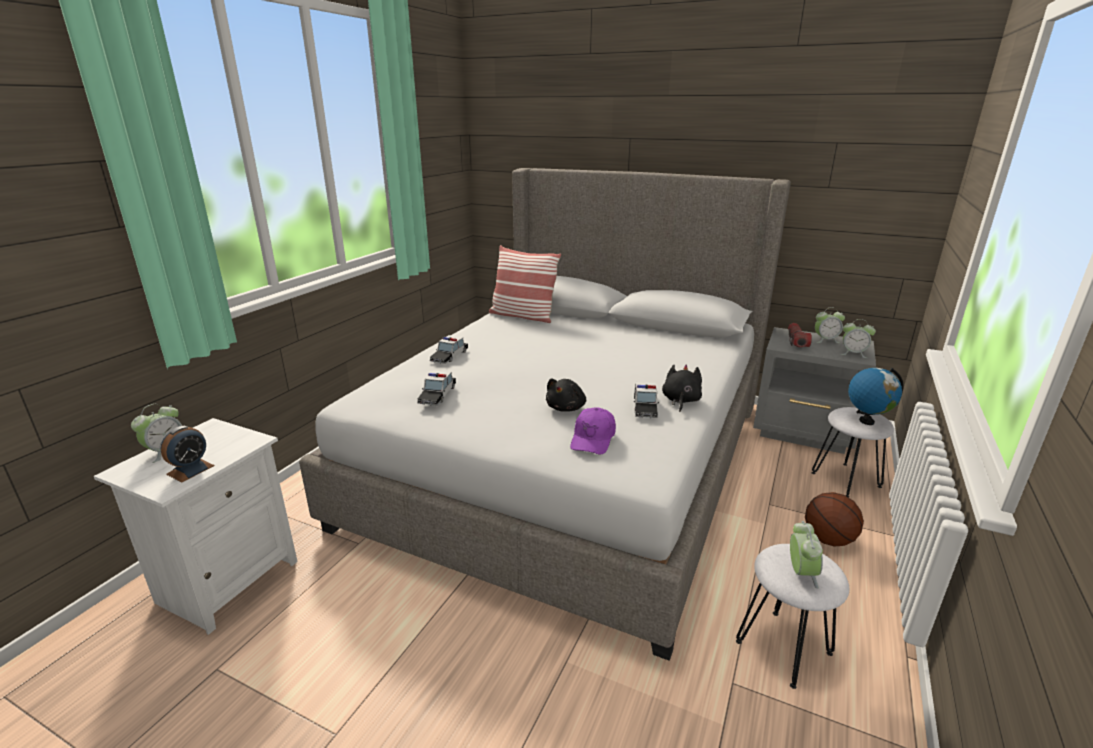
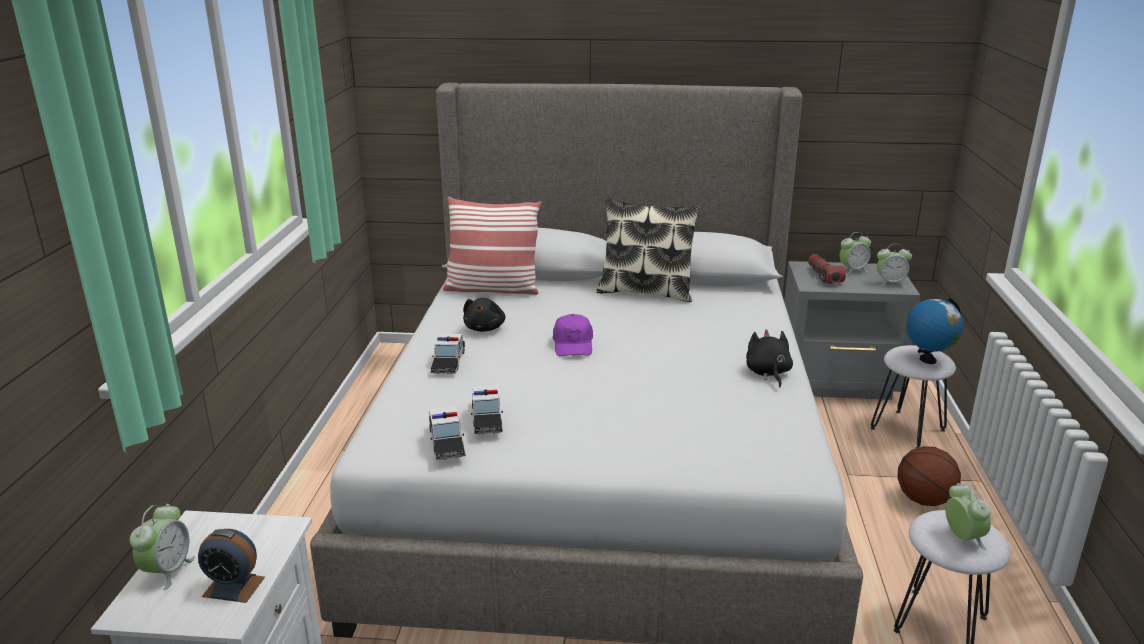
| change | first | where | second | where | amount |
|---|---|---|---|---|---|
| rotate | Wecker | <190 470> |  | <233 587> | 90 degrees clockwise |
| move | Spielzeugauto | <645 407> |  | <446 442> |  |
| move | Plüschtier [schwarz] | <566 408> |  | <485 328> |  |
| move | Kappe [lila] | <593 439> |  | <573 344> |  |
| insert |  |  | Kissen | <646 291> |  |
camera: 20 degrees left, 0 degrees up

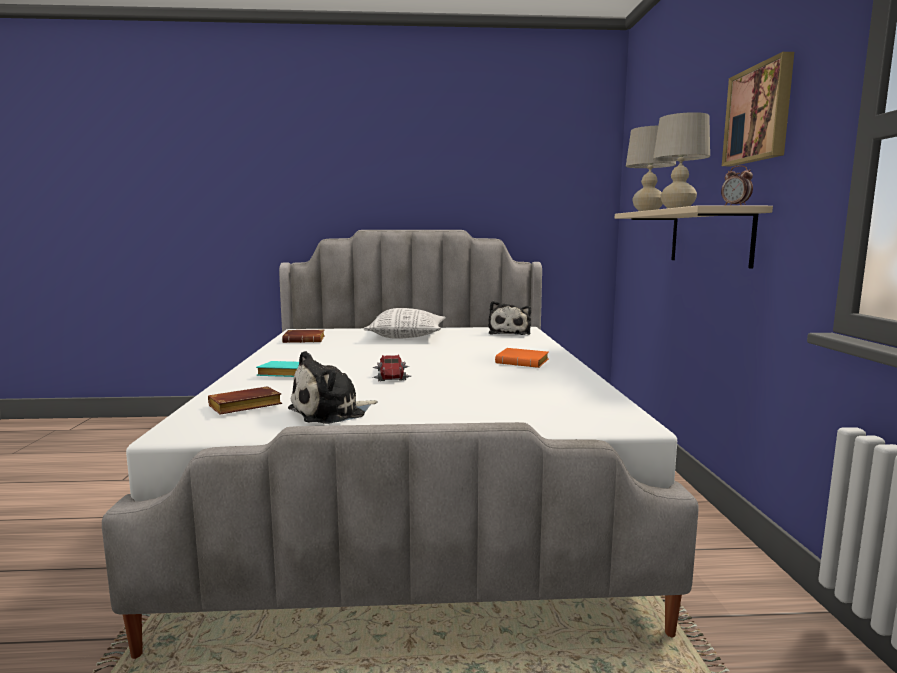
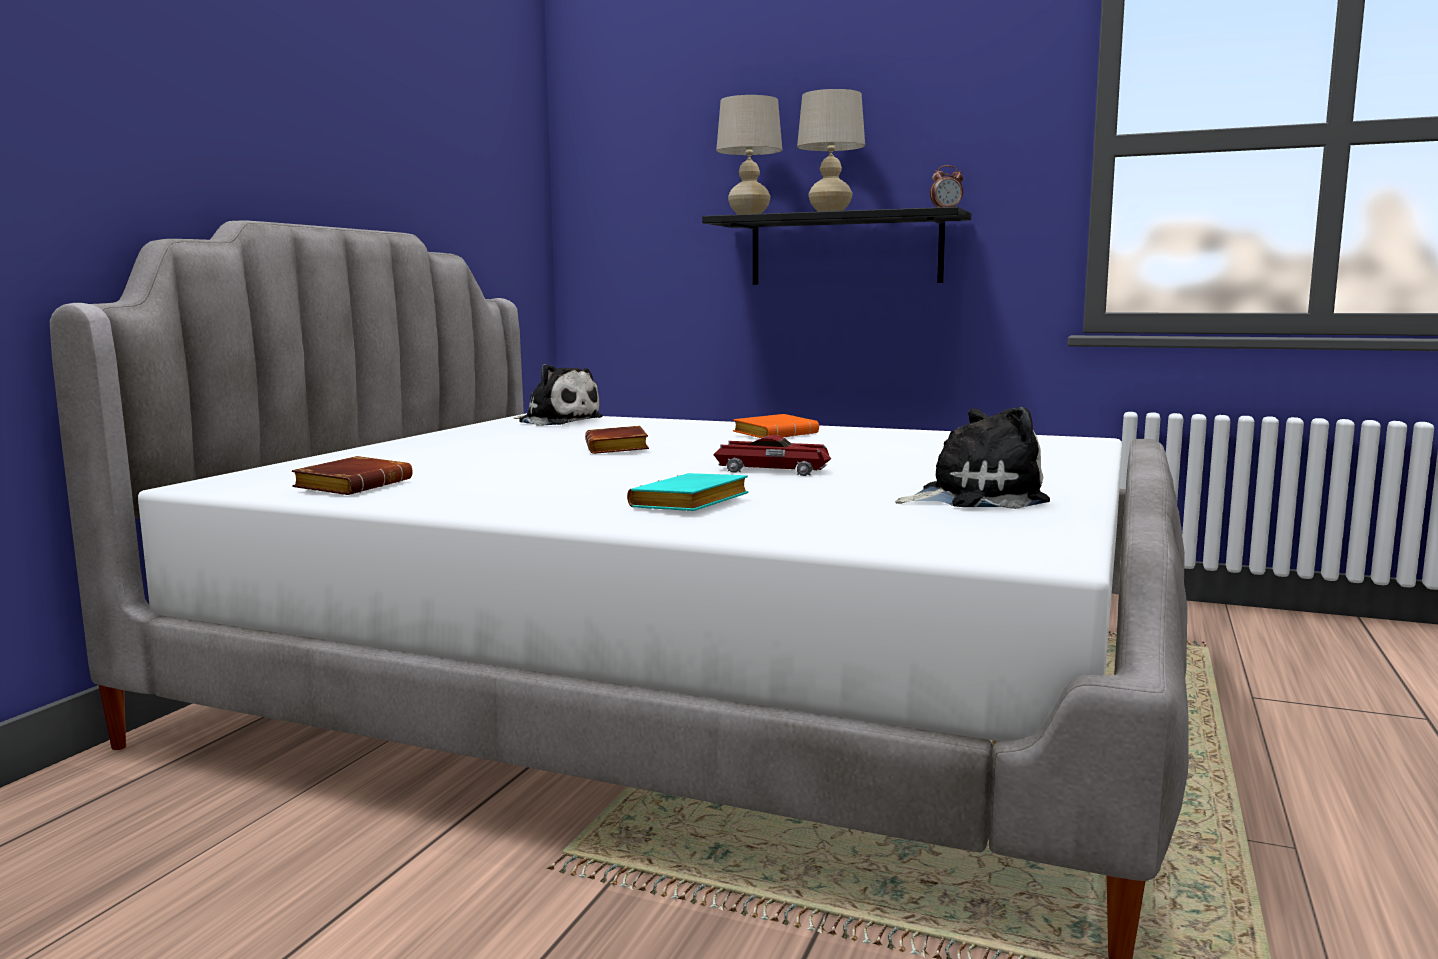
| change | first | where | second | where | amount |
|---|---|---|---|---|---|
| move | Buch [braun] | <243 407> |  | <619 449> |  |
| recolor | Wandregal [beige] | <709 237> | Wandregal [schwarz] | <845 250> |  |
| rotate | Plüschtier | <332 412> |  | <974 497> | 90 degrees counterclockwise |
| delete | Kissen | <406 336> |  |  |  |
| delete | Bild | <760 114> |  |  |  |
camera: 65 degrees left, 0 degrees up

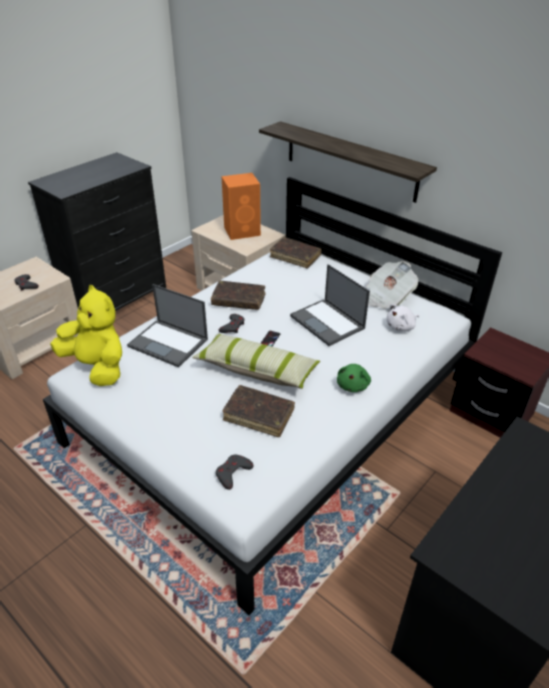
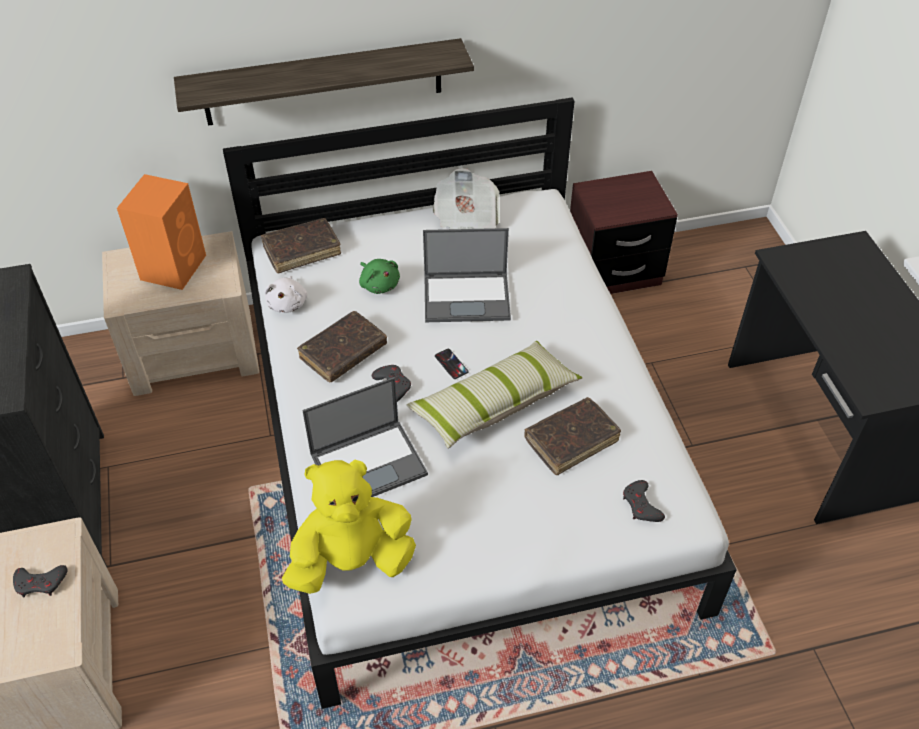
| change | first | where | second | where | amount |
|---|---|---|---|---|---|
| move | Plüschtier [weiß] | <401 327> |  | <288 303> |  |
| move | Plüschtier [grün] | <353 385> |  | <379 284> |  |
camera: 55 degrees left, 10 degrees up

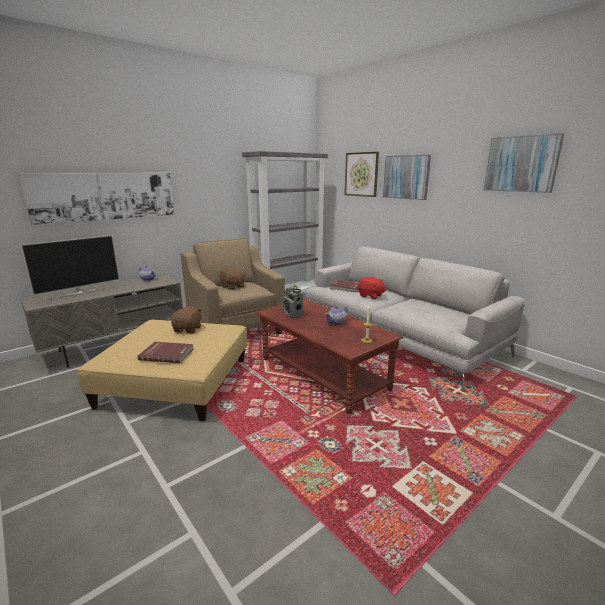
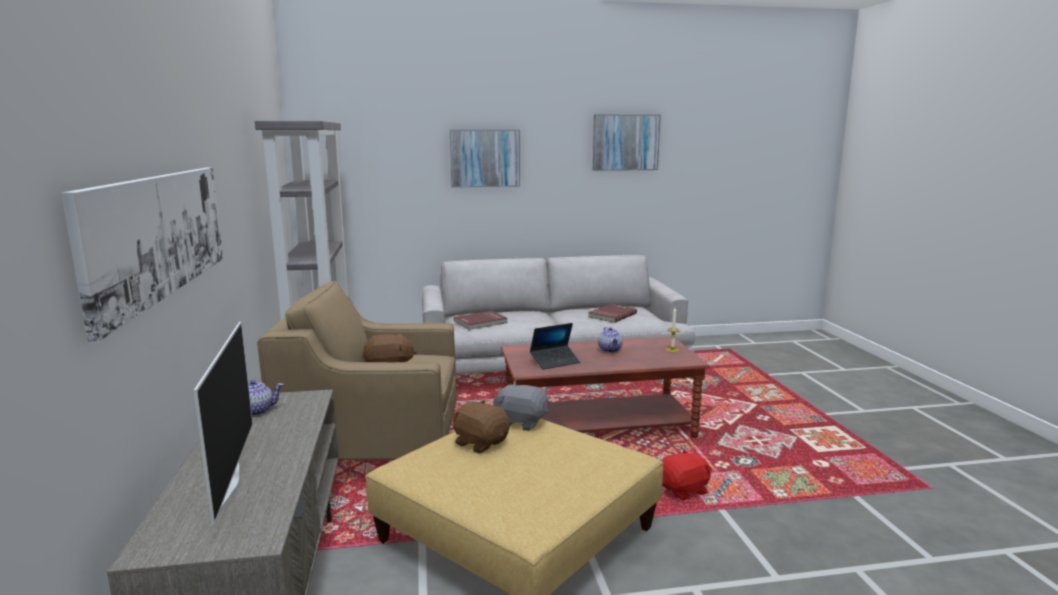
| change | first | where | second | where | amount |
|---|---|---|---|---|---|
| insert |  |  | Plüschtier [grau] | <521 422> |  |
| replace | Radio | <292 314> | Laptop | <555 362> |  |
| move | Buch [rot] | <167 354> |  | <611 315> |  |
| move | Plüschtier [rot] | <371 296> |  | <684 490> |  |
| delete | Bild | <361 174> |  |  |  |
camera: 60 degrees left, 5 degrees down

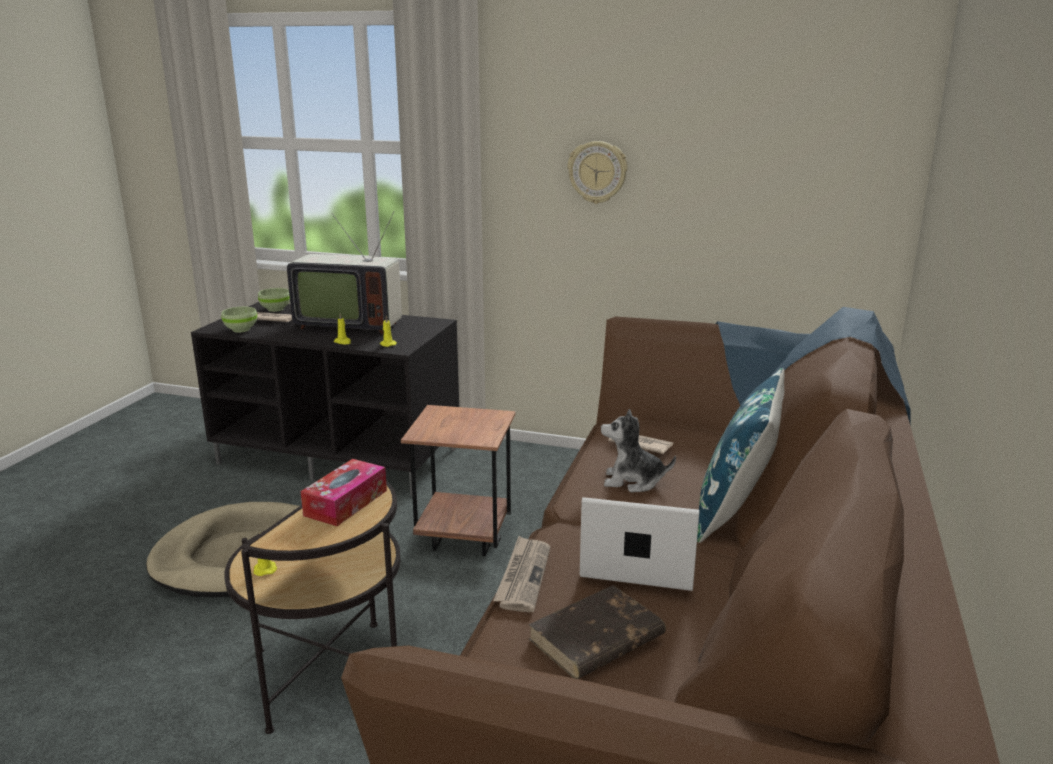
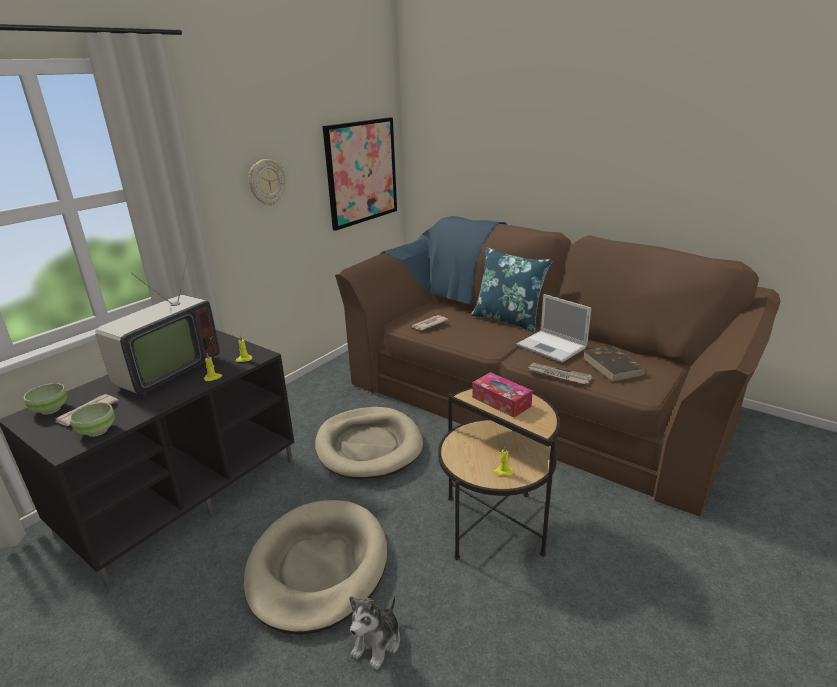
| change | first | where | second | where | amount |
|---|---|---|---|---|---|
| replace | Beistelltisch [braun] | <465 537> | Hundebett [beige] | <369 446> |  |
| insert |  |  | Bild | <361 172> |  |
| move | Plüschtier | <632 481> |  | <377 642> |  |
| rotate | Laptop | <636 562> |  | <552 347> | 75 degrees counterclockwise |
camera: 70 degrees left, 5 degrees up

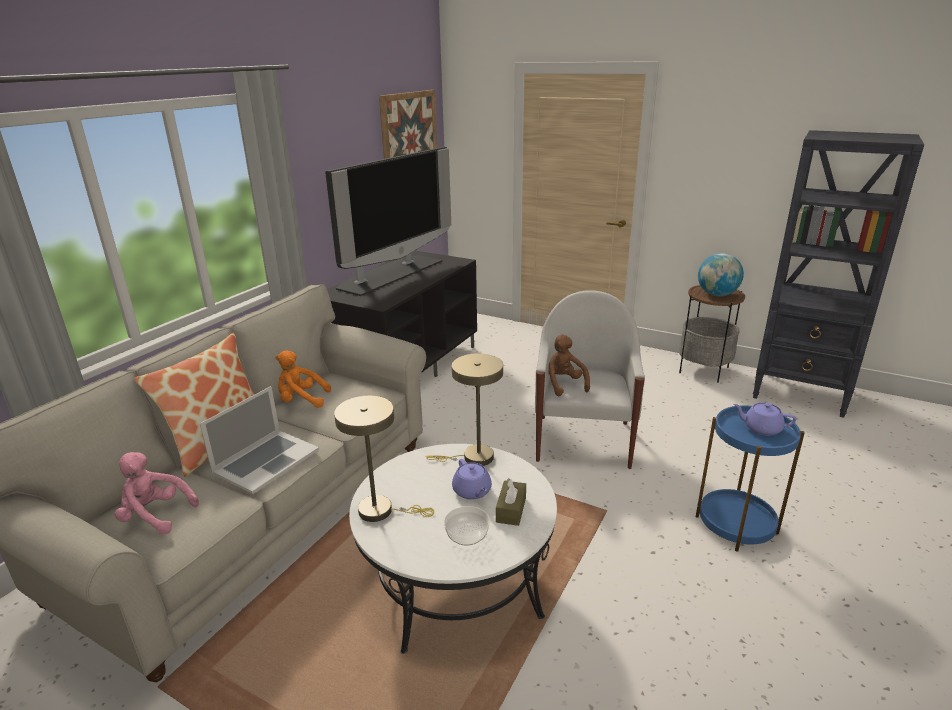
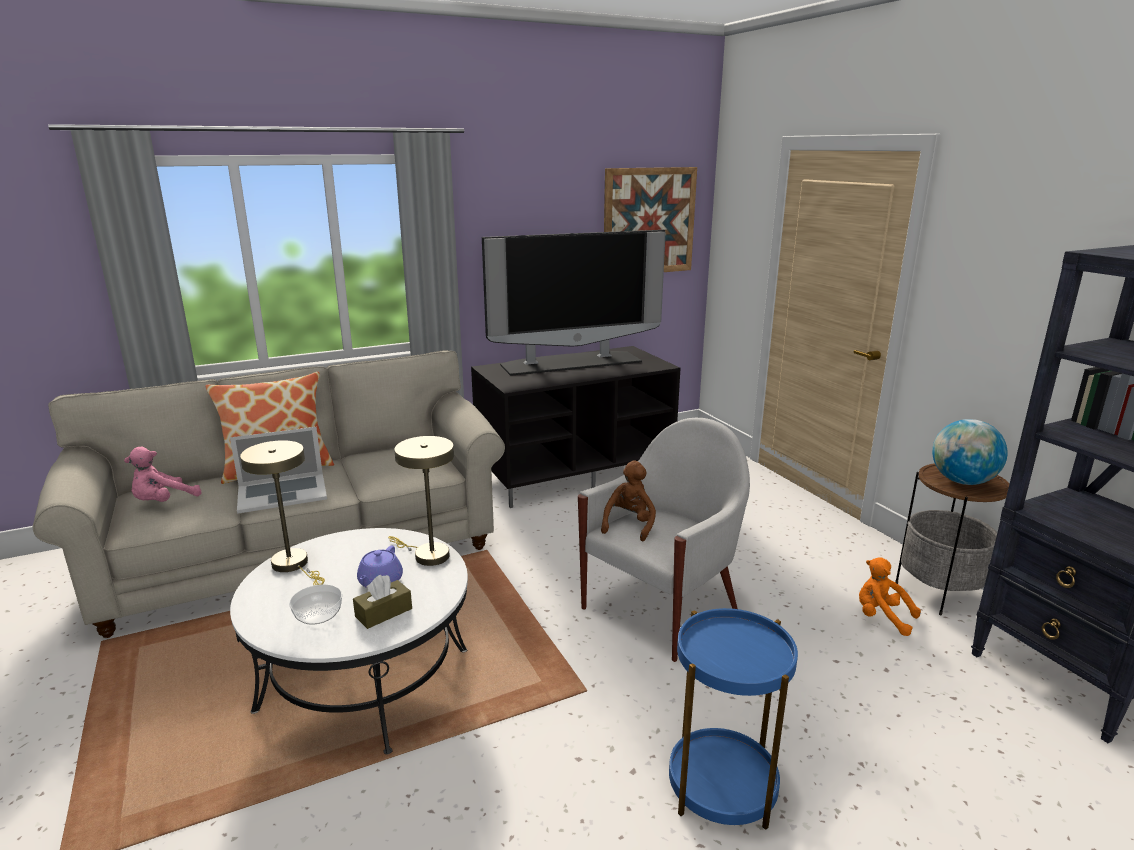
| change | first | where | second | where | amount |
|---|---|---|---|---|---|
| rotate | Plüschtier [rosa] | <155 516> |  | <163 502> | 105 degrees counterclockwise |
| move | Plüschtier [orange] | <301 400> |  | <881 617> |  |
| delete | Teekanne [lila] | <761 428> |  |  |  |
camera: 35 degrees right, 5 degrees down

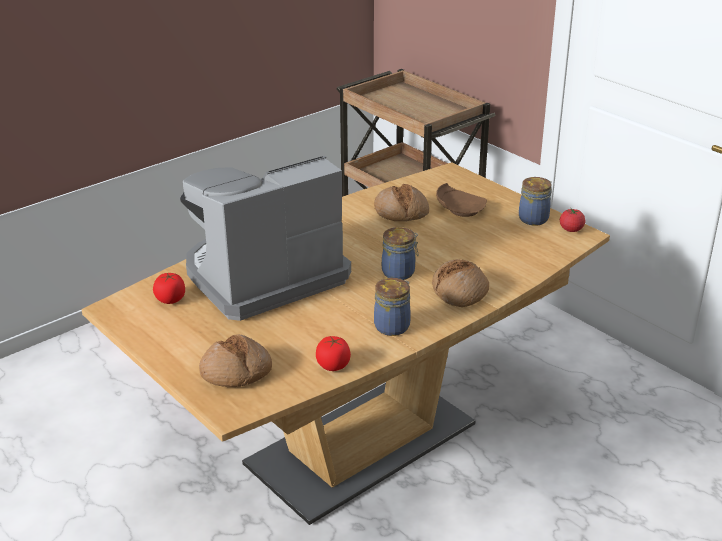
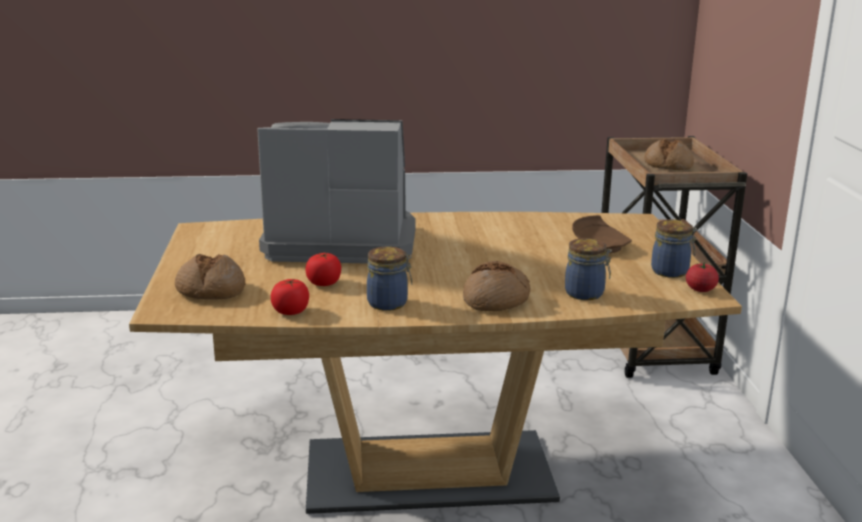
| change | first | where | second | where | amount |
|---|---|---|---|---|---|
| move | Tomate | <170 299> |  | <324 283> |  |
| move | Vorratsglas | <400 272> |  | <586 294> |  |
| move | Brot | <401 212> |  | <668 164> |  |
camera: 35 degrees right, 10 degrees down

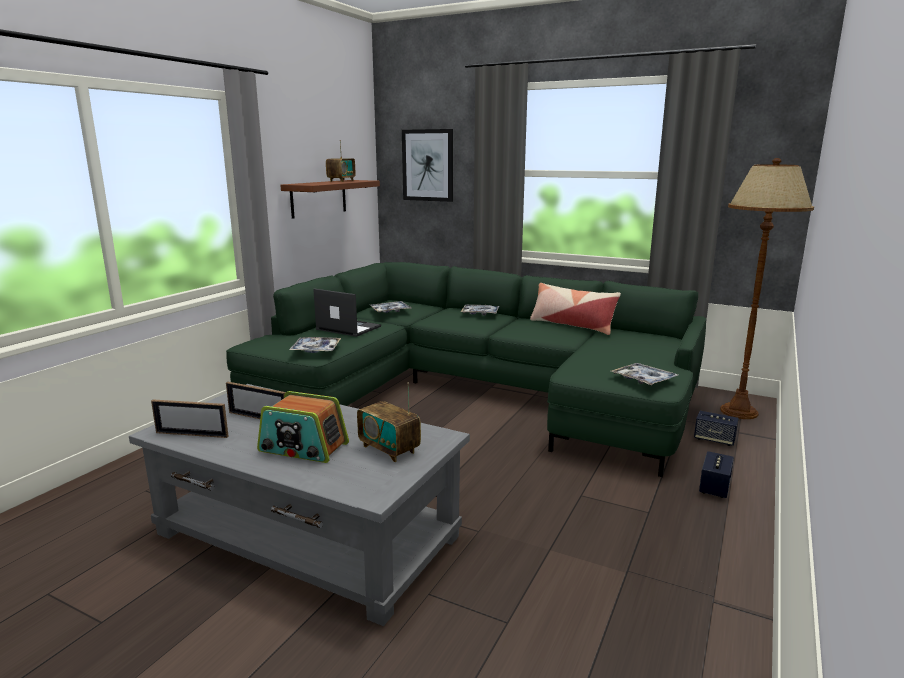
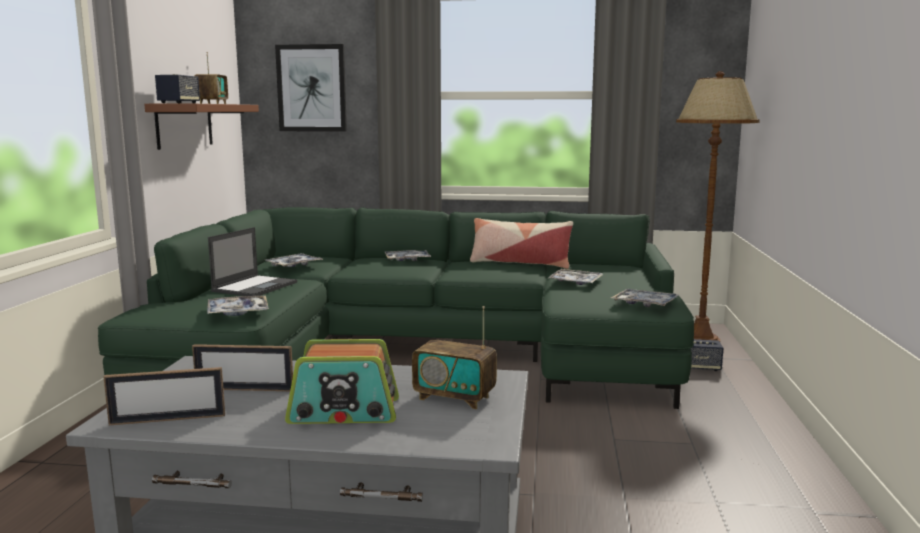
| change | first | where | second | where | amount |
|---|---|---|---|---|---|
| move | Lautsprecher | <714 487> |  | <179 103> |  |
| rotate | Laptop | <347 328> |  | <255 286> | 105 degrees clockwise |
| insert |  |  | Tablett | <575 282> |  |
camera: 20 degrees left, 5 degrees down

